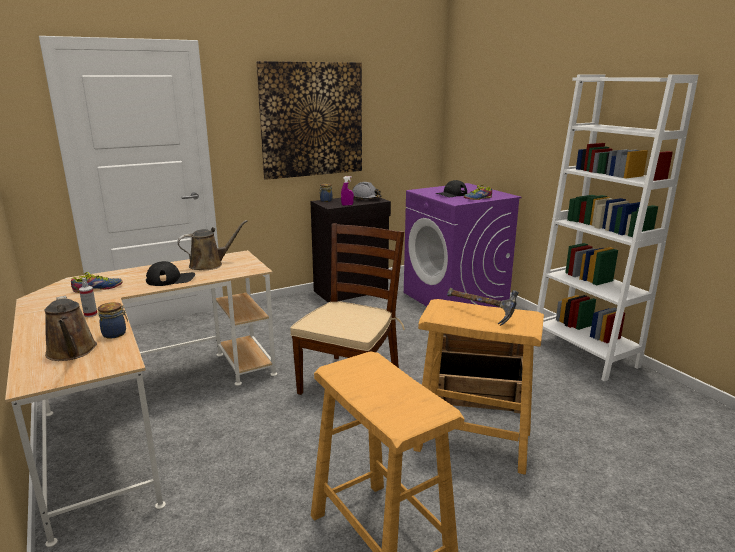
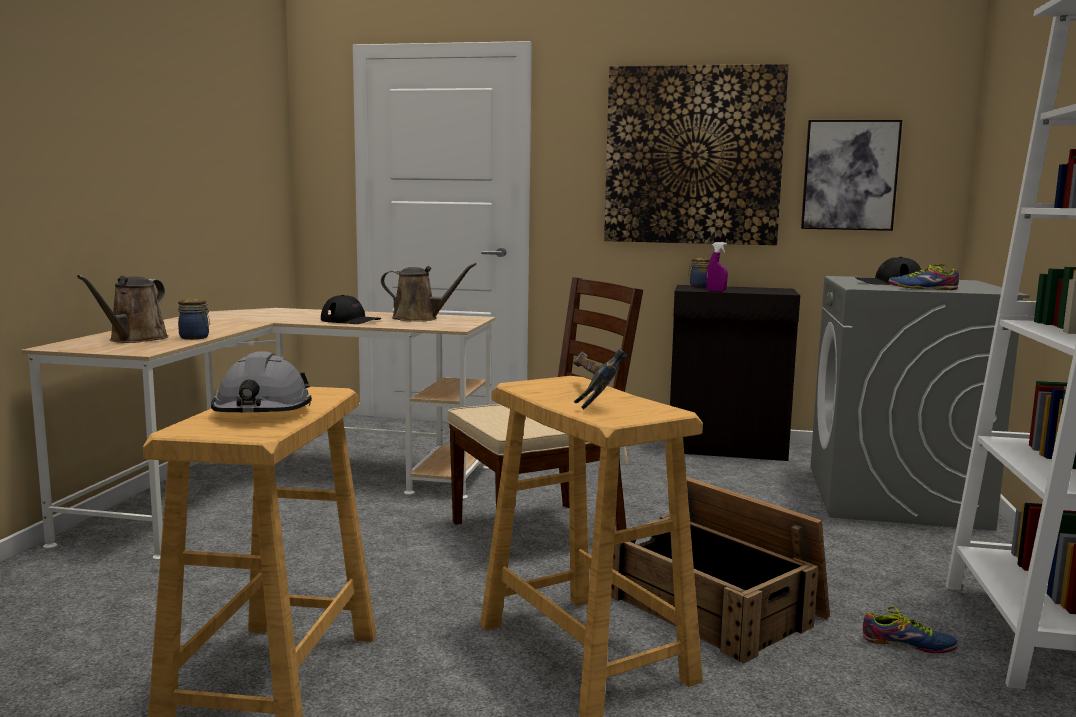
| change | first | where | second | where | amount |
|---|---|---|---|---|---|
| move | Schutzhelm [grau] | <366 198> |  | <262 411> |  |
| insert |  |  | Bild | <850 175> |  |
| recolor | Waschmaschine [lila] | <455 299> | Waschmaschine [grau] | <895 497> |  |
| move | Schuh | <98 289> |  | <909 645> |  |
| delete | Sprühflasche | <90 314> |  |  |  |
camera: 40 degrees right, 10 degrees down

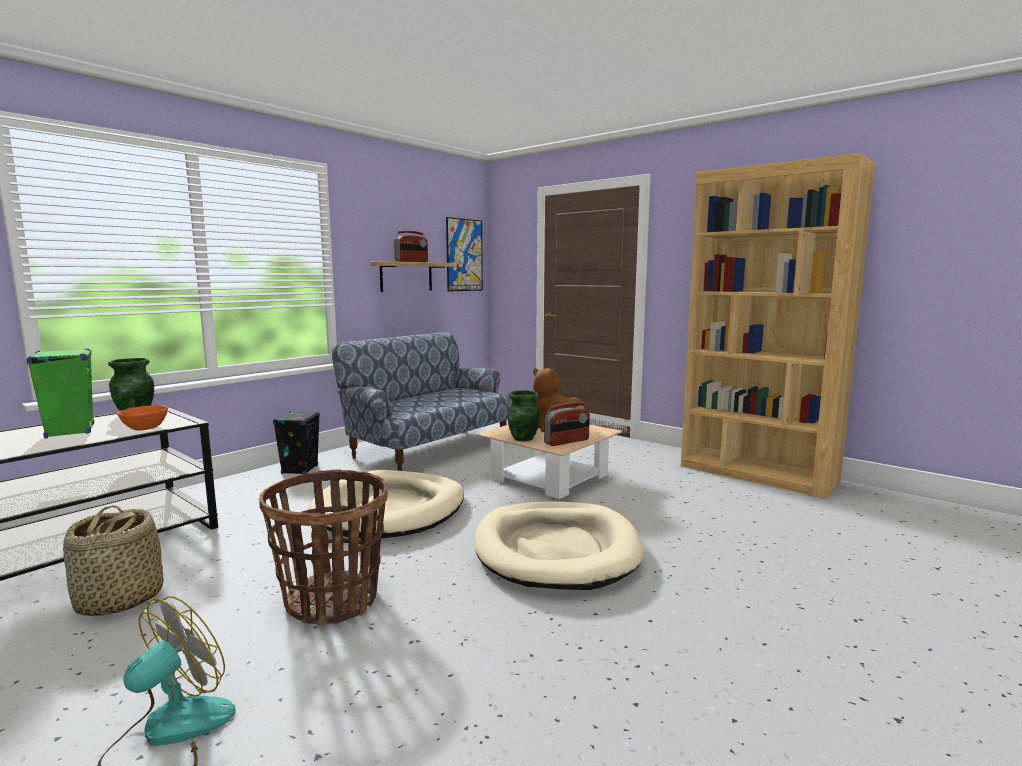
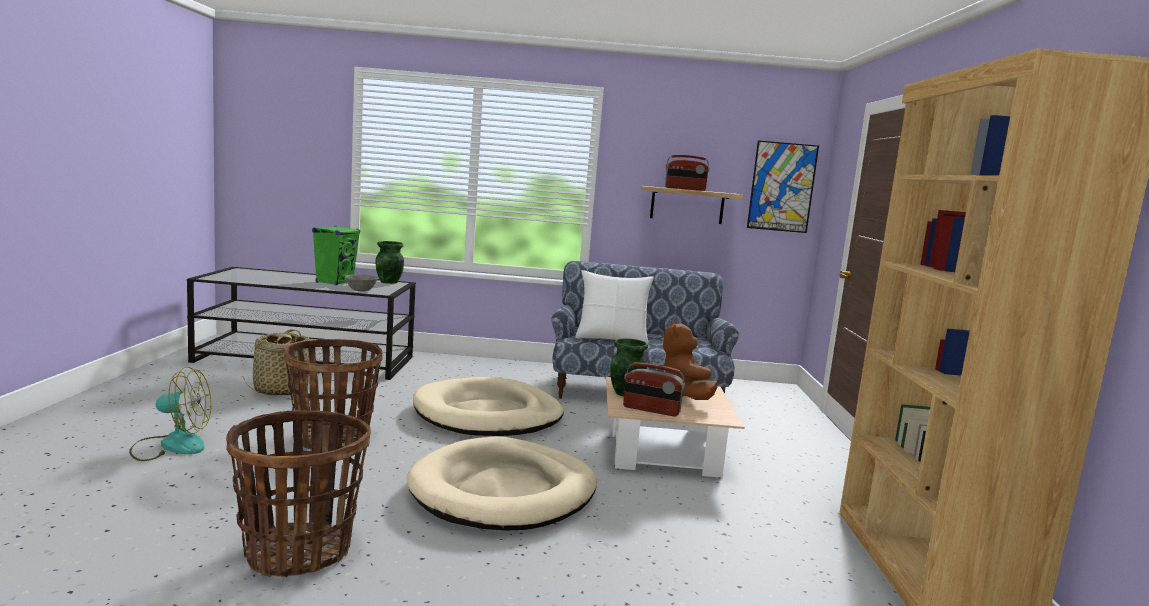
| change | first | where | second | where | amount |
|---|---|---|---|---|---|
| insert |  |  | Korb | <298 552> |  |
| recolor | Schüssel [orange] | <145 428> | Schüssel [grau] | <361 290> |  |
| insert |  |  | Kissen [weiß] | <611 339> |  |
| delete | Lautsprecher [schwarz] | <300 470> |  |  |  |
camera: 50 degrees right, 0 degrees up

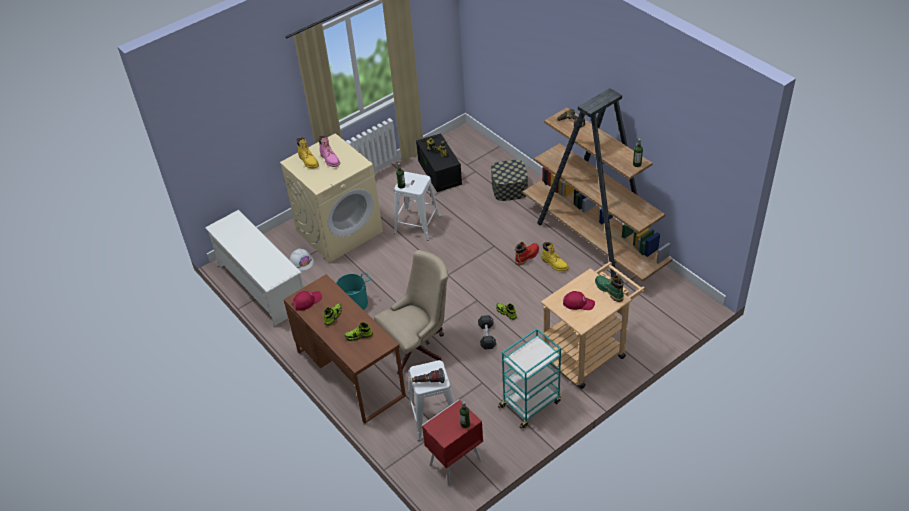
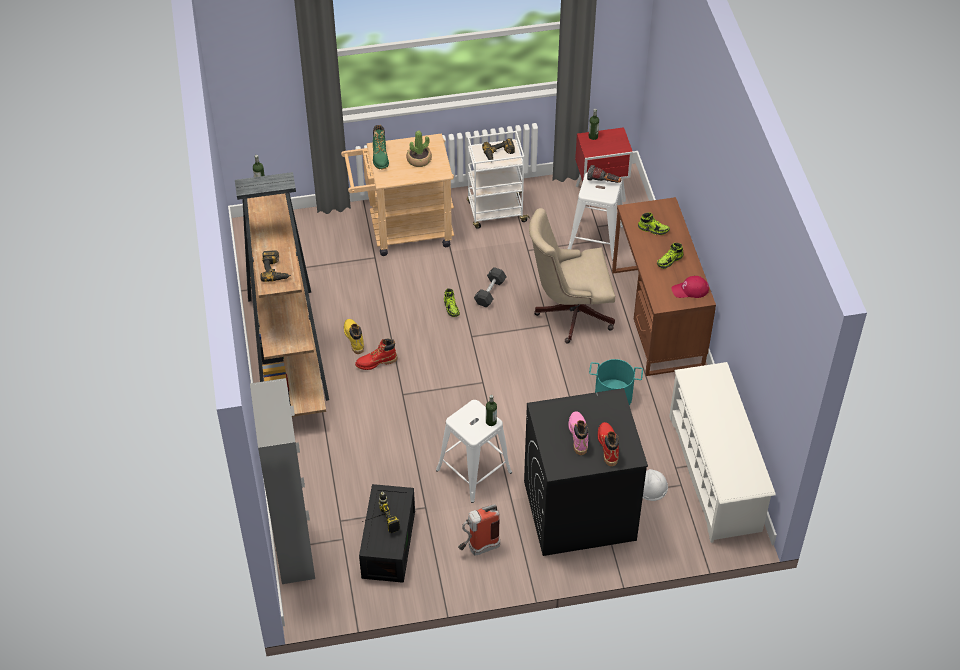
| change | first | where | second | where | amount |
|---|---|---|---|---|---|
| insert |  |  | Schrank [grau] | <294 550> |  |
| replace | Kappe [rot] | <578 303> | Topfpflanze | <419 159> |  |
| insert |  |  | Feuerlöscher | <478 548> |  |
| recolor | Rollwagen [türkis] | <530 403> | Rollwagen [weiß] | <495 212> |  |
| insert |  |  | Bohrmaschine | <499 154> |  |
| recolor | Waschmaschine [beige] | <339 231> | Waschmaschine [schwarz] | <578 511> |  |
| recolor | Stiefel [gelb] | <308 161> | Stiefel [rot] | <608 446> |  |
| delete | Aufbewahrungsbox | <509 188> |  |  |  |
camera: 155 degrees left, 5 degrees up

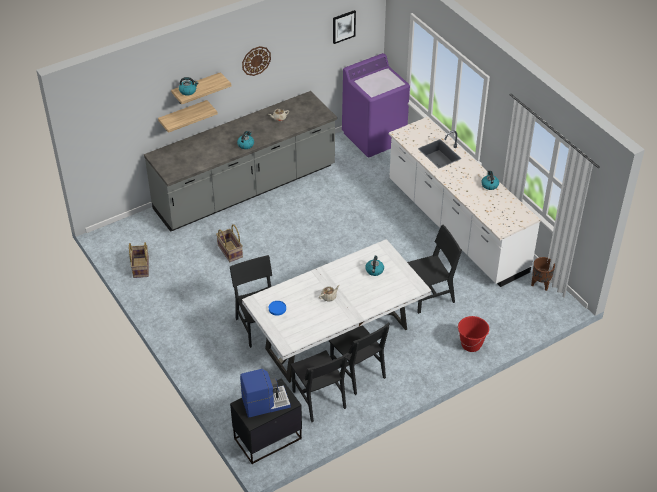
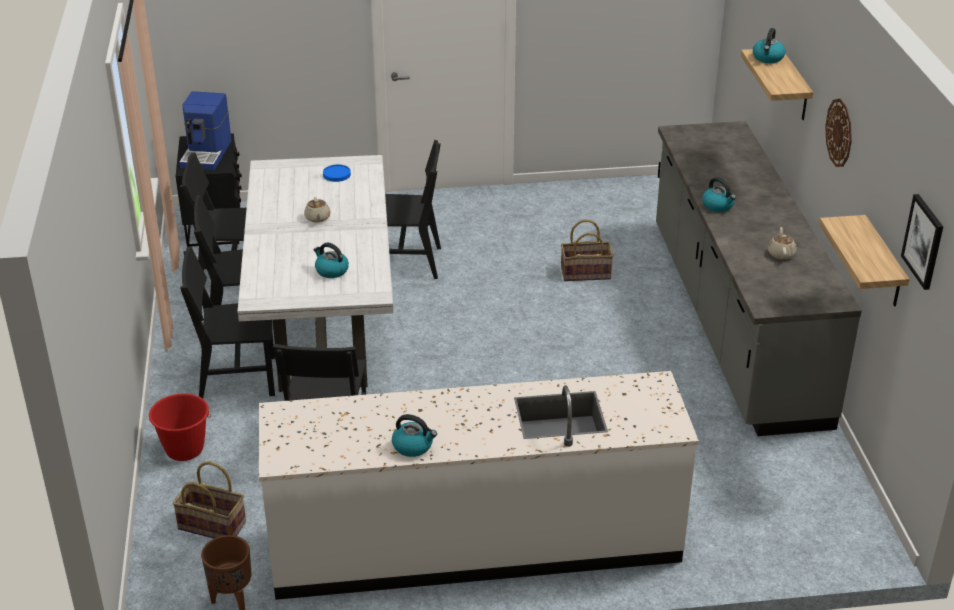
| change | first | where | second | where | amount |
|---|---|---|---|---|---|
| move | Korb | <140 267> |  | <213 525> |  |
| insert |  |  | Stuhl [schwarz] | <237 378> |  |
| move | Wandregal | <183 116> |  | <883 263> |  |
| delete | Waschmaschine [lila] | <374 137> |  |  |  |
camera: 115 degrees right, 10 degrees down

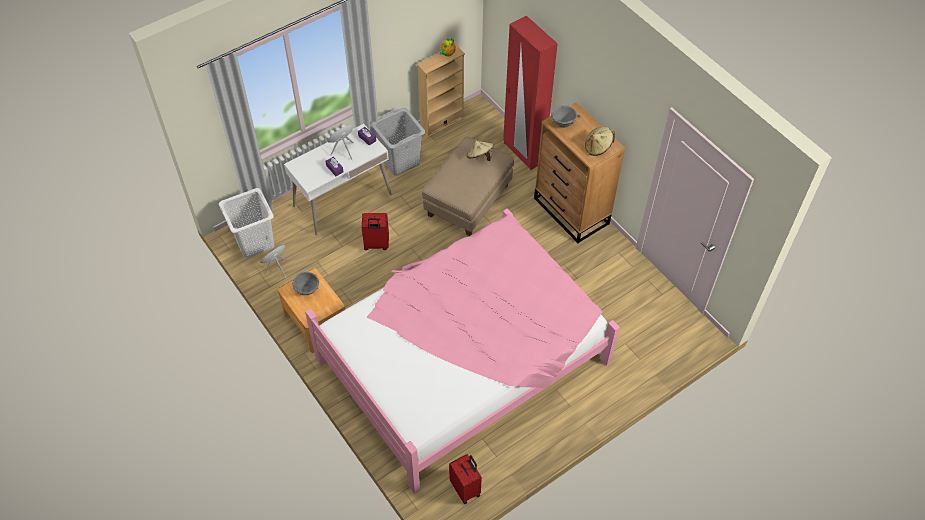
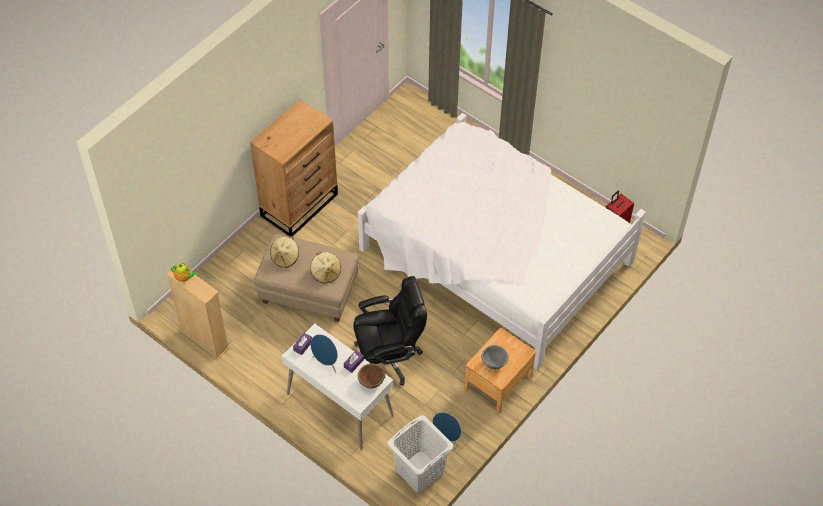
| change | first | where | second | where | amount |
|---|---|---|---|---|---|
| move | Hut [beige] | <598 148> |  | <326 273> |  |
| replace | Koffer [rot] | <376 244> | Bürostuhl [schwarz] | <389 357> |  |
| recolor | Bett [rosa] | <464 358> | Bett [weiß] | <494 255> |  |
| insert |  |  | Schüssel [braun] | <371 382> |  |
| delete | Wäschekorb [grau] | <400 161> |  |  |  |
| delete | Kleiderschrank [rot] | <523 152> |  |  |  |
| delete | Schüssel [grau] | <562 123> |  |  |  |
camera: 105 degrees left, 0 degrees up

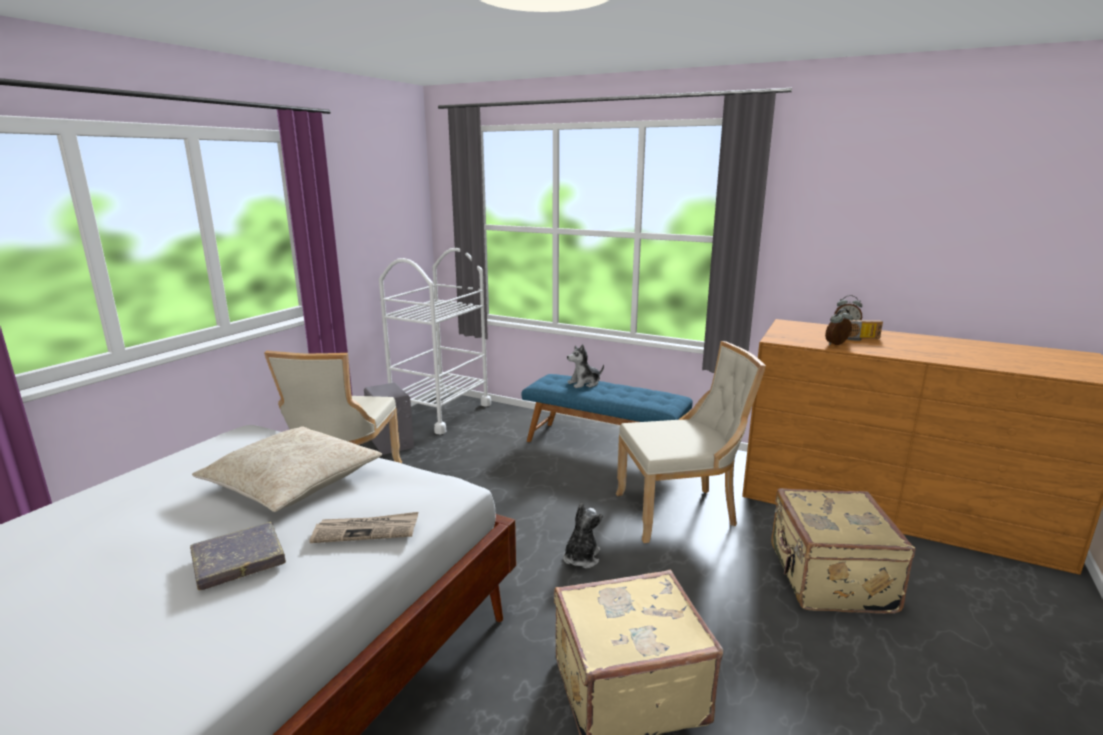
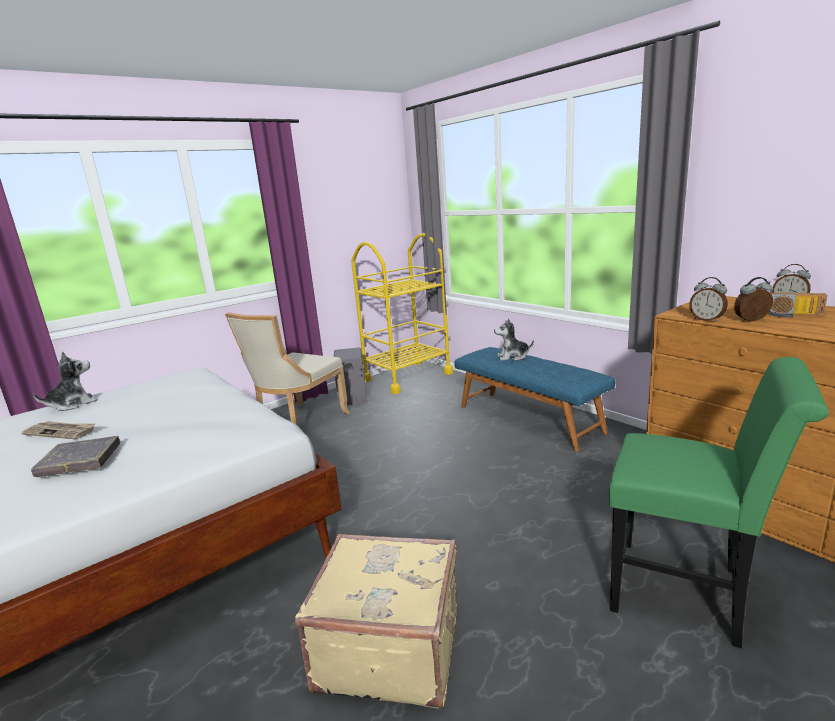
| change | first | where | second | where | amount |
|---|---|---|---|---|---|
| move | Zeitung | <366 530> |  | <61 432> |  |
| move | Plüschtier | <581 558> |  | <72 404> |  |
| recolor | Rollwagen [weiß] | <441 412> | Rollwagen [gelb] | <407 377> |  |
| replace | Koffer [beige] | <828 579> | Stuhl [grün] | <688 593> |  |
| insert |  |  | Wecker | <706 320> |  |
| delete | Kissen [beige] | <293 482> |  |  |  |
| delete | Stuhl [beige] | <680 511> |  |  |  |
camera: 25 degrees right, 0 degrees up

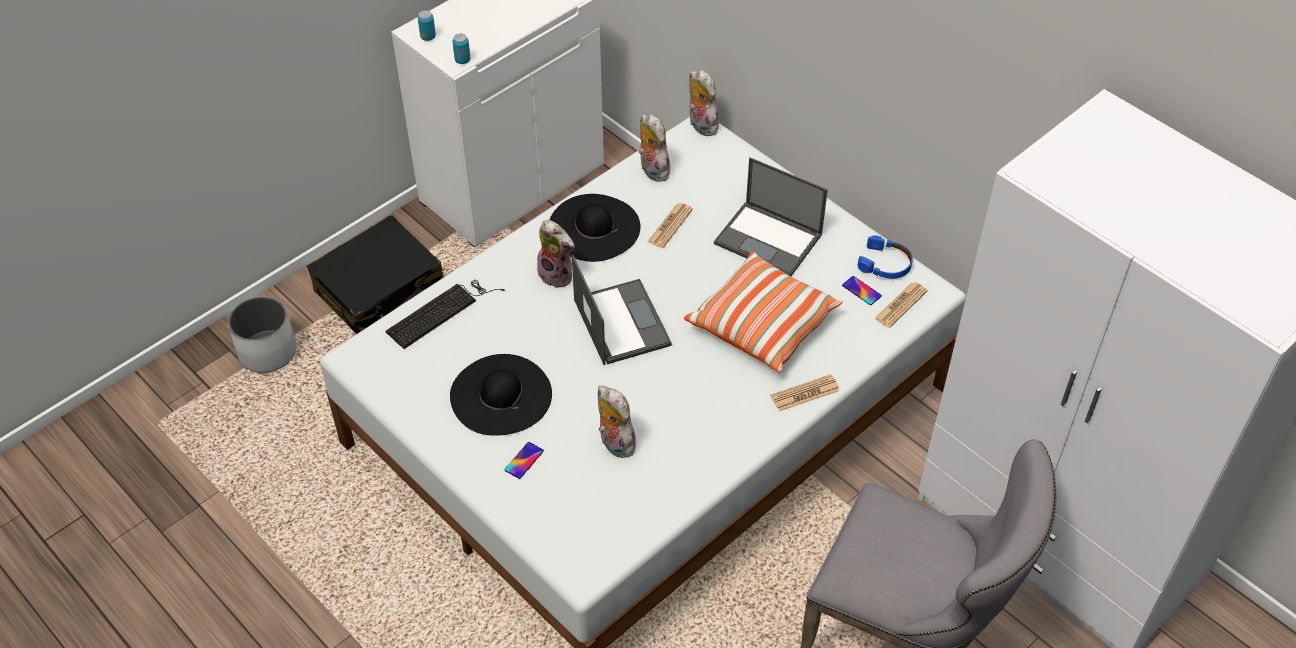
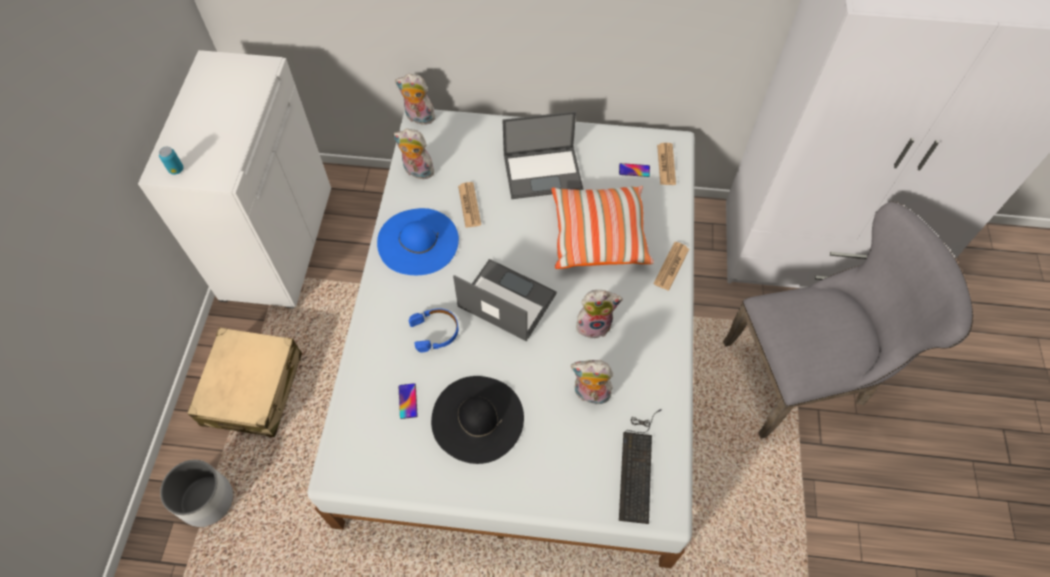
| change | first | where | second | where | amount |
|---|---|---|---|---|---|
| recolor | Koffer [schwarz] | <381 291> | Koffer [beige] | <253 389> |  |
| recolor | Hut [schwarz] | <593 227> | Hut [blau] | <418 241> |  |
| move | Handy | <524 460> |  | <408 401> |  |
| move | Kopfhörer [blau] | <885 264> |  | <435 332> |  |
| move | Plüschtier | <558 275> |  | <594 324> |  |
| move | Tastatur | <442 311> |  | <637 465> |  |
| delete | Dose | <462 60> |  |  |  |
camera: 40 degrees left, 10 degrees up

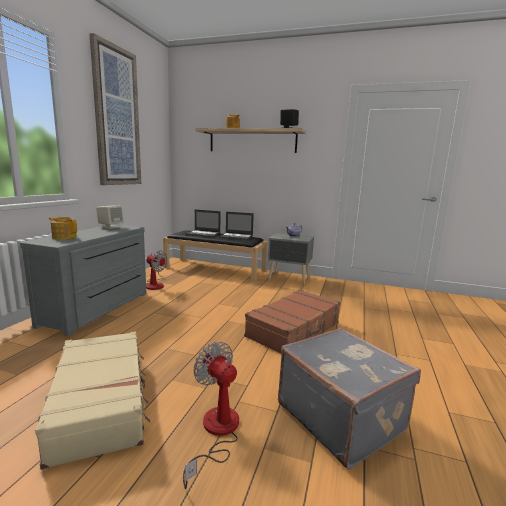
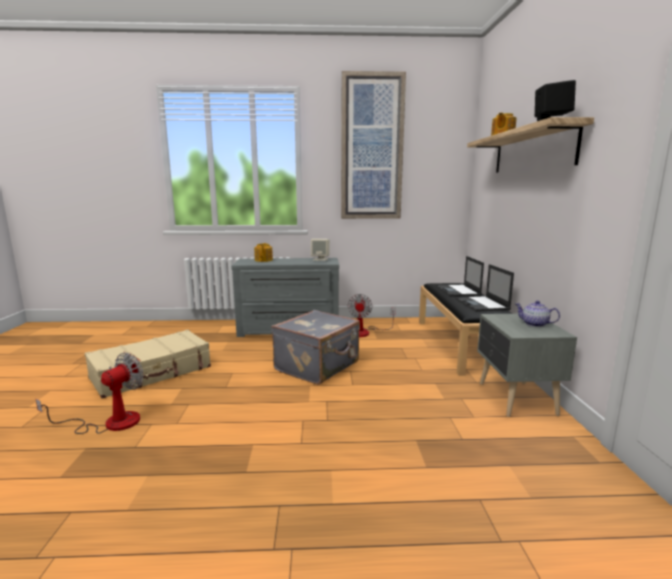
| change | first | where | second | where | amount |
|---|---|---|---|---|---|
| move | Koffer [grau] | <341 416> |  | <318 366> |  |
| delete | Koffer [braun] | <294 330> |  |  |  |
camera: 70 degrees right, 0 degrees up

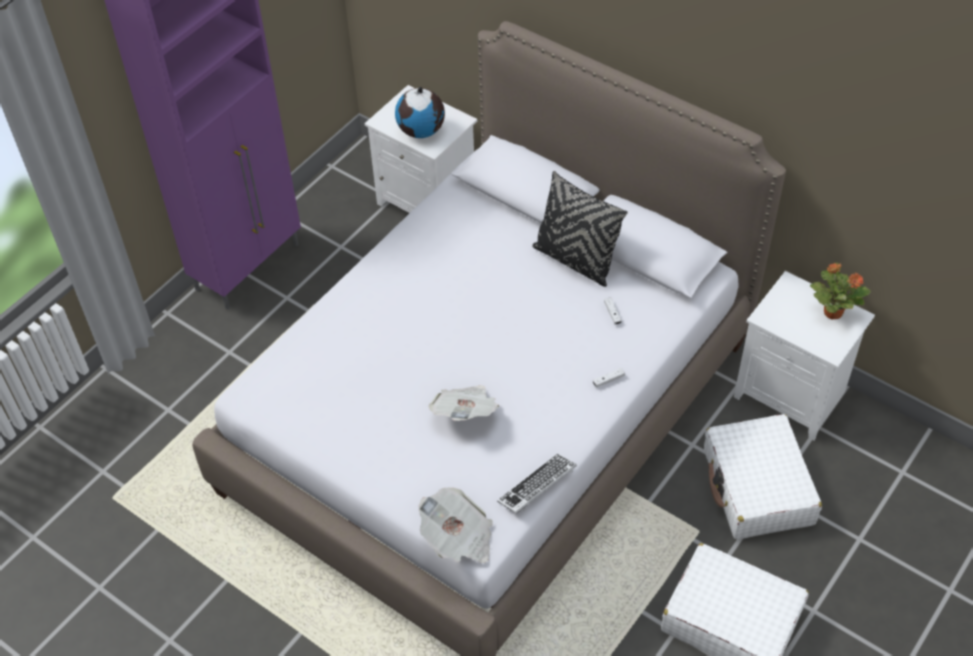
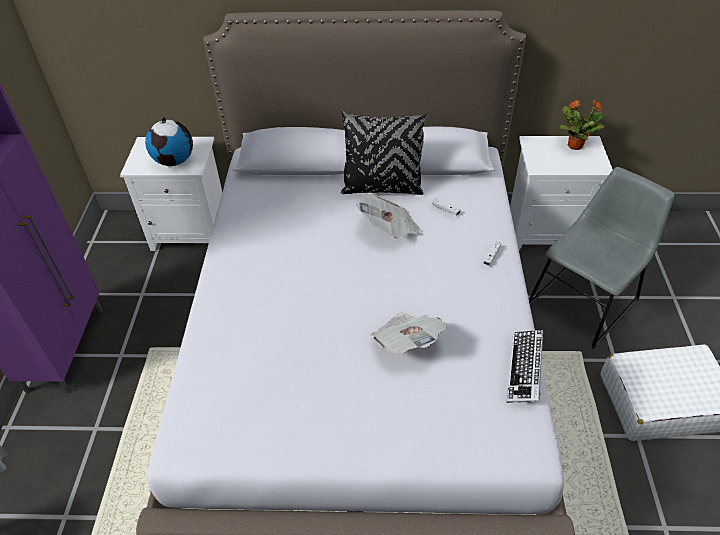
| change | first | where | second | where | amount |
|---|---|---|---|---|---|
| move | Zeitung | <458 538> |  | <390 229> |  |
| replace | Koffer [weiß] | <757 487> | Stuhl [grau] | <584 300> |  |
camera: 35 degrees left, 5 degrees down

